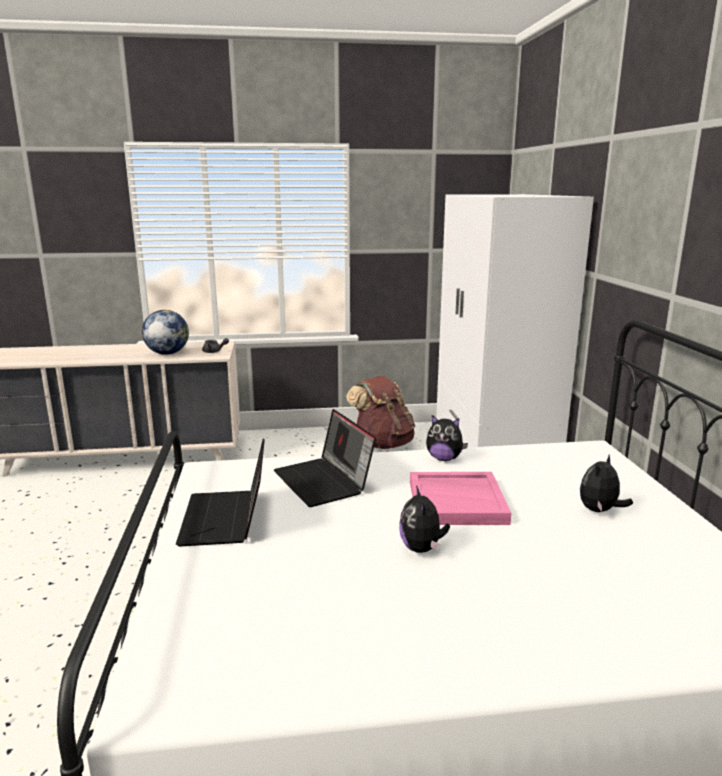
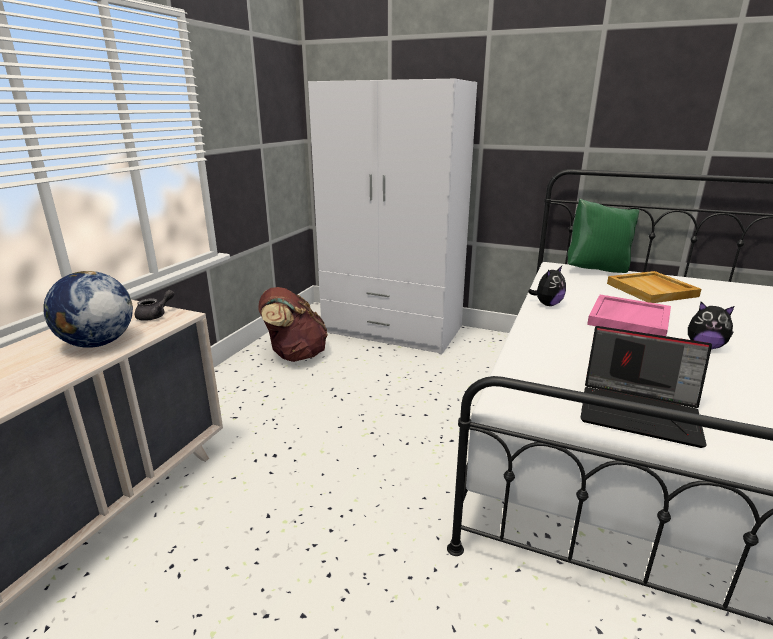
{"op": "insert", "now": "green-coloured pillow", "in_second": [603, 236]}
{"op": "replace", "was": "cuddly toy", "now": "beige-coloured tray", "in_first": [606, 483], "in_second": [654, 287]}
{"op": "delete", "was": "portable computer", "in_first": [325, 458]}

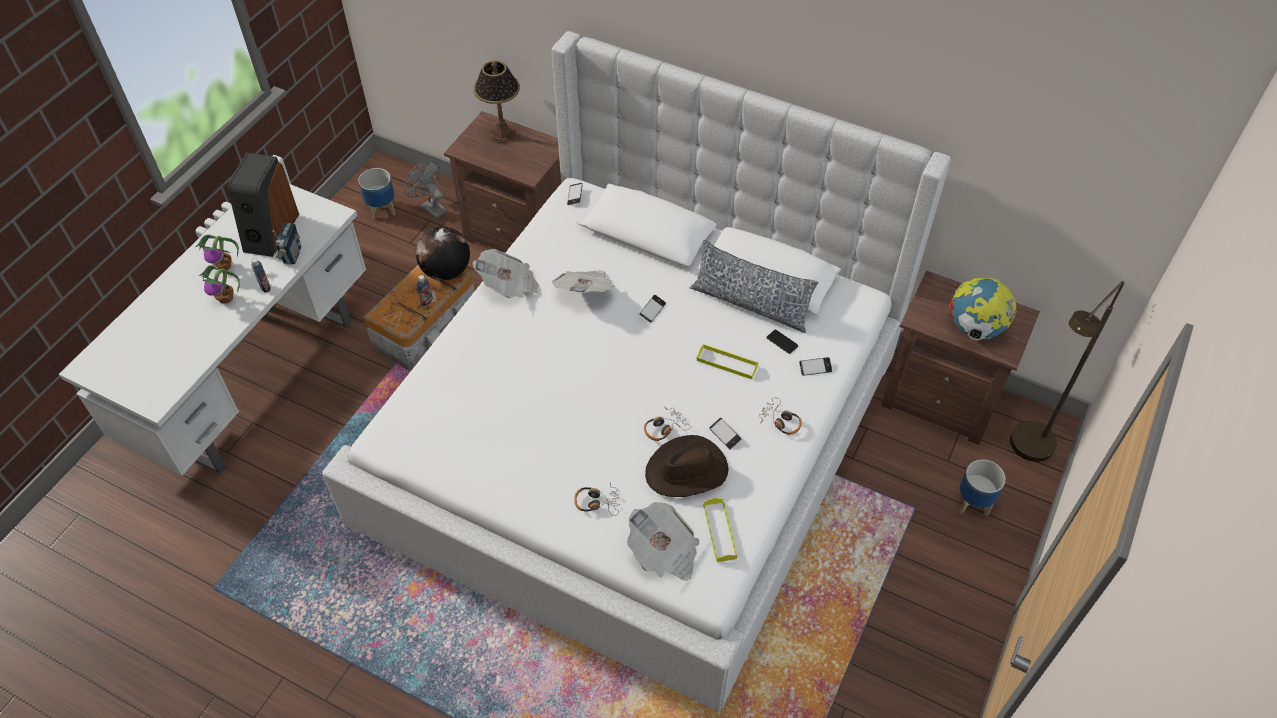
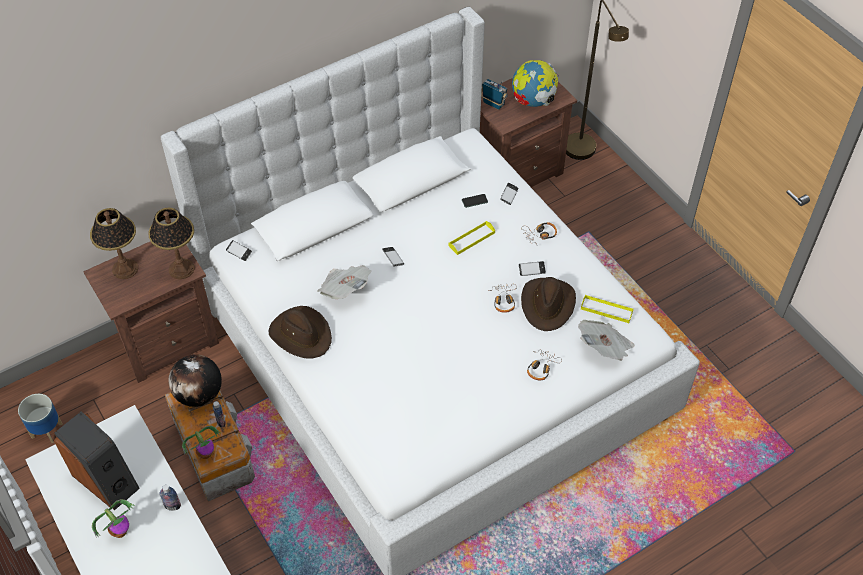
{"op": "insert", "now": "table lamp", "in_second": [171, 243]}
{"op": "move", "was": "houseplant", "in_first": [219, 284], "in_second": [201, 442]}
{"op": "replace", "was": "newspaper", "now": "brown-coloured hat", "in_first": [507, 273], "in_second": [300, 332]}
{"op": "move", "was": "radio receiver", "in_first": [287, 244], "in_second": [494, 94]}
{"op": "delete", "was": "gray fan", "in_first": [426, 190]}
{"op": "delete", "was": "pillow", "in_first": [754, 286]}
{"op": "delete", "was": "flower pot", "in_first": [982, 487]}

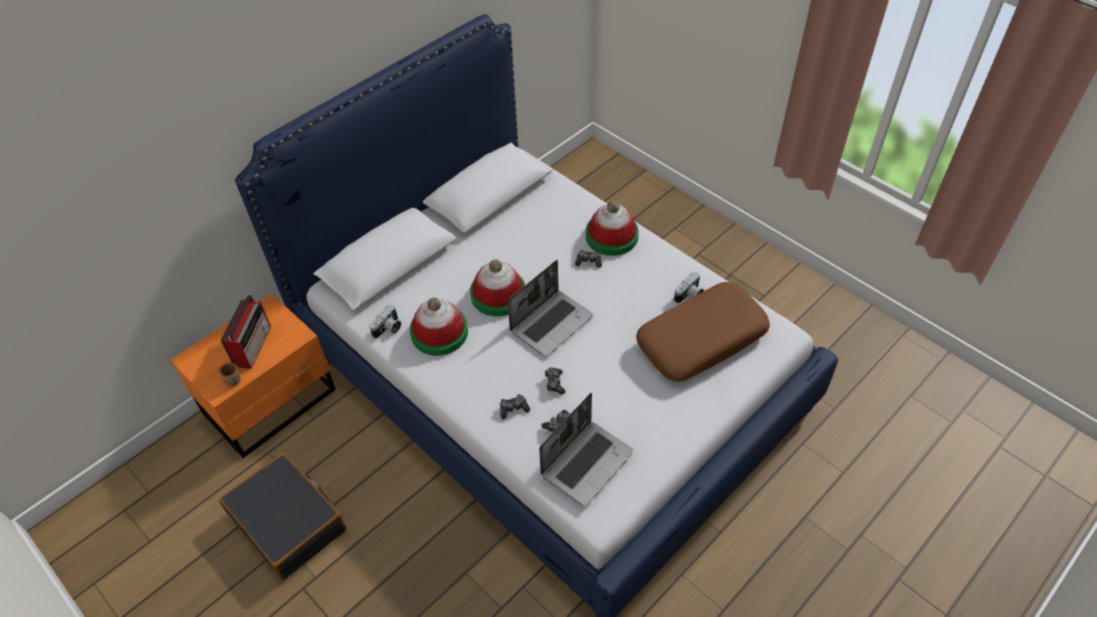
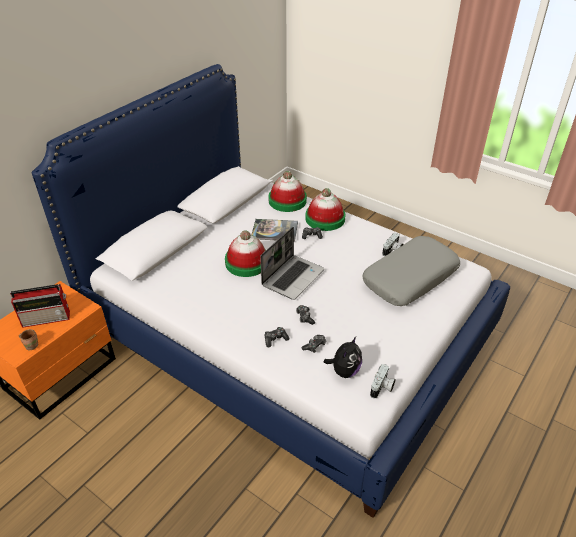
{"op": "rotate", "was": "radio receiver", "in_first": [246, 331], "in_second": [40, 306], "clockwise": 75}
{"op": "insert", "now": "bound book", "in_second": [275, 230]}
{"op": "move", "was": "hat", "in_first": [439, 327], "in_second": [287, 191]}
{"op": "replace", "was": "portable computer", "now": "cuddly toy", "in_first": [586, 449], "in_second": [342, 357]}
{"op": "recolor", "was": "brown-coloured pillow", "now": "gray pillow", "in_first": [703, 332], "in_second": [411, 271]}
{"op": "move", "was": "still camera", "in_first": [385, 321], "in_second": [383, 381]}
{"op": "delete", "was": "black travel case", "in_first": [282, 516]}

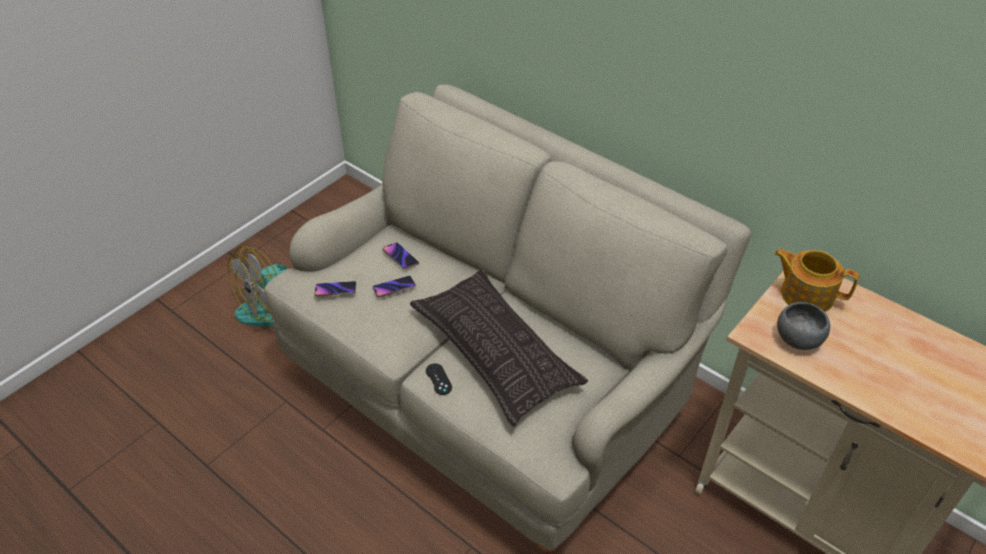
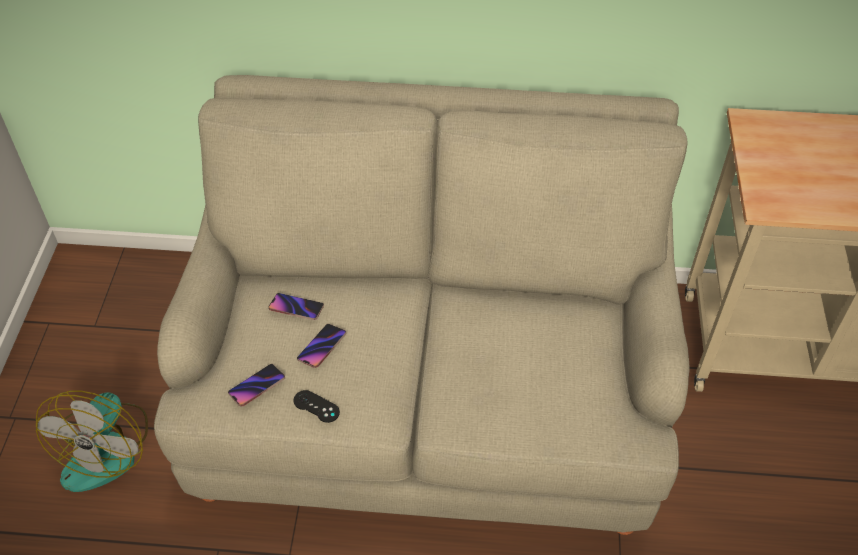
{"op": "move", "was": "black game controller", "in_first": [439, 379], "in_second": [317, 406]}
{"op": "delete", "was": "pillow", "in_first": [499, 348]}
{"op": "delete", "was": "pot for tea", "in_first": [816, 280]}
{"op": "delete", "was": "gray serving bowl", "in_first": [803, 326]}

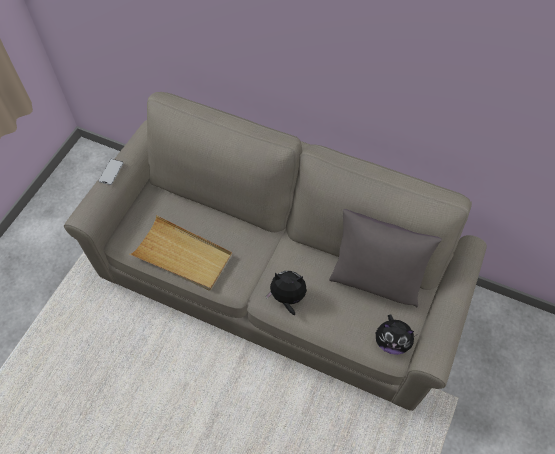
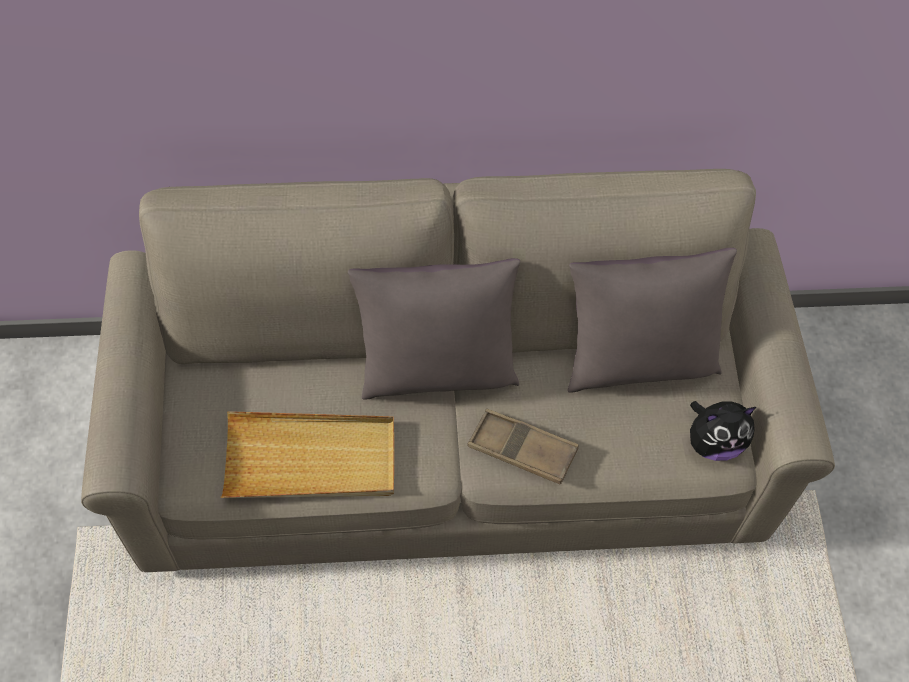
{"op": "insert", "now": "gray pillow", "in_second": [434, 329]}
{"op": "replace", "was": "cuddly toy", "now": "brown-coloured tray", "in_first": [286, 293], "in_second": [523, 447]}
{"op": "delete", "was": "phone", "in_first": [110, 172]}

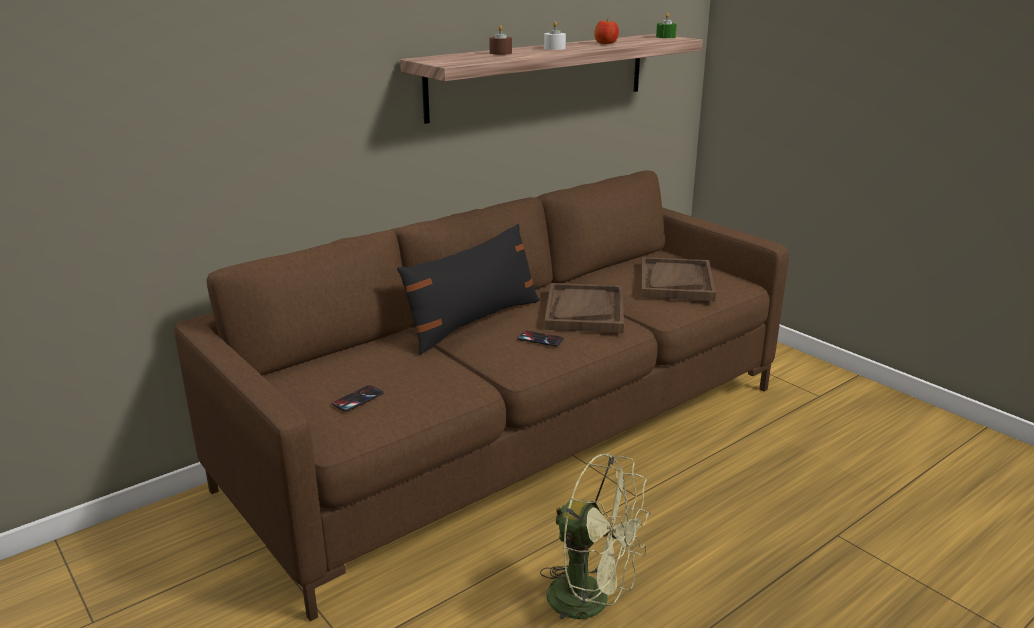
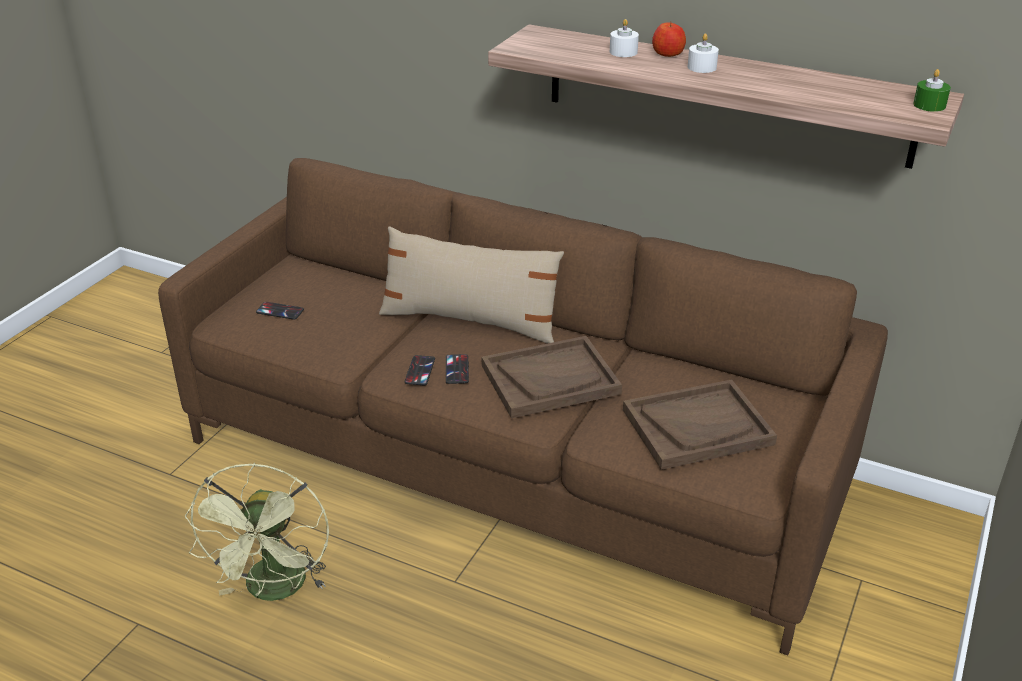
{"op": "recolor", "was": "black pillow", "now": "beige-coloured pillow", "in_first": [468, 289], "in_second": [471, 285]}
{"op": "insert", "now": "phone", "in_second": [420, 370]}
{"op": "recolor", "was": "brown-coloured wax light", "now": "whitish wax light", "in_first": [500, 40], "in_second": [624, 38]}
{"op": "move", "was": "apple fruit", "in_first": [606, 31], "in_second": [669, 39]}

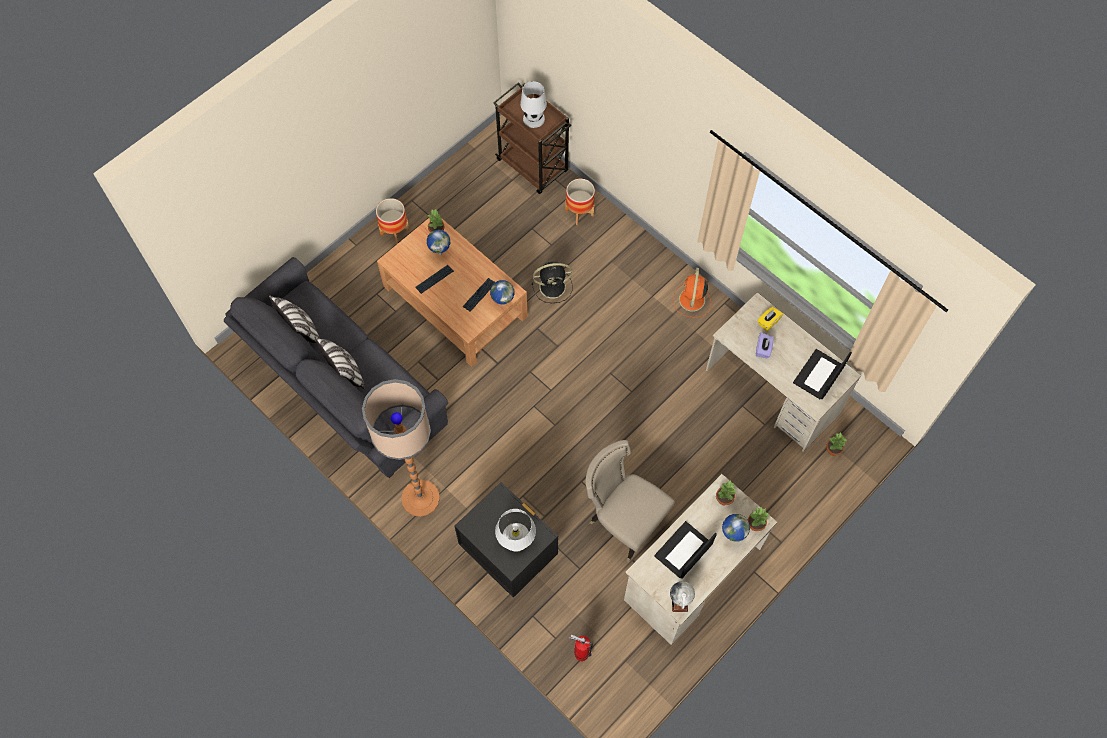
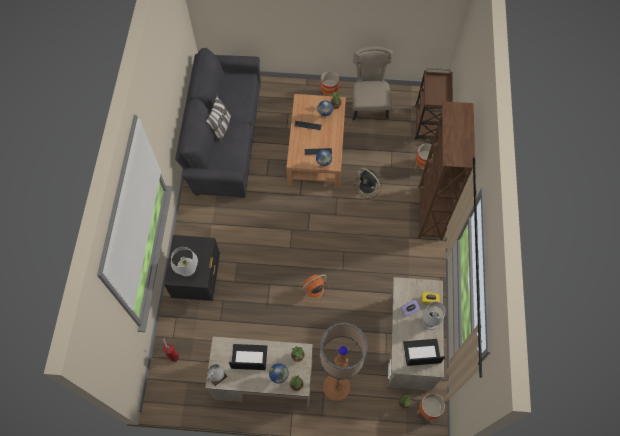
{"op": "move", "was": "orangey fan", "in_first": [692, 293], "in_second": [314, 289]}
{"op": "move", "was": "standing lamp", "in_first": [401, 448], "in_second": [343, 362]}
{"op": "move", "was": "beige-coloured upright chair", "in_first": [630, 501], "in_second": [372, 84]}
{"op": "insert", "now": "flower pot", "in_second": [431, 408]}
{"op": "insert", "now": "brown-coloured bookcase", "in_second": [447, 170]}
{"op": "move", "was": "whitish table lamp", "in_first": [533, 104], "in_second": [433, 315]}
{"op": "delete", "was": "pillow", "in_first": [294, 319]}

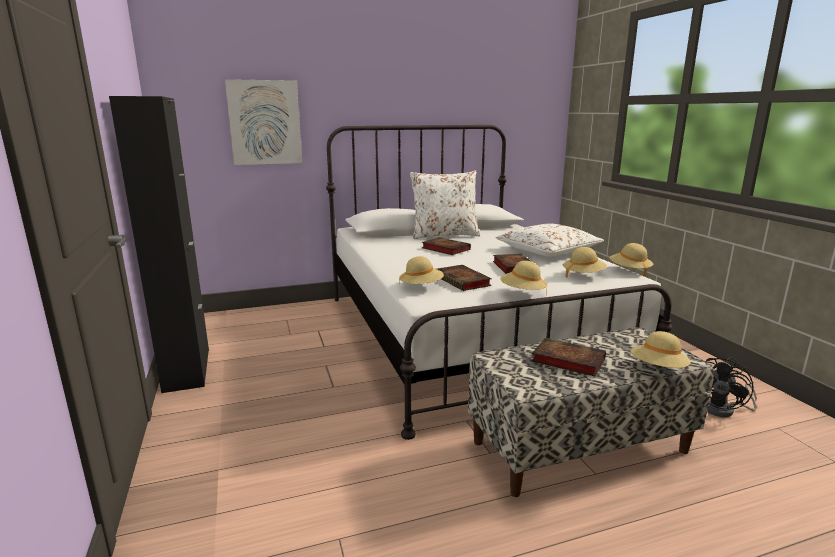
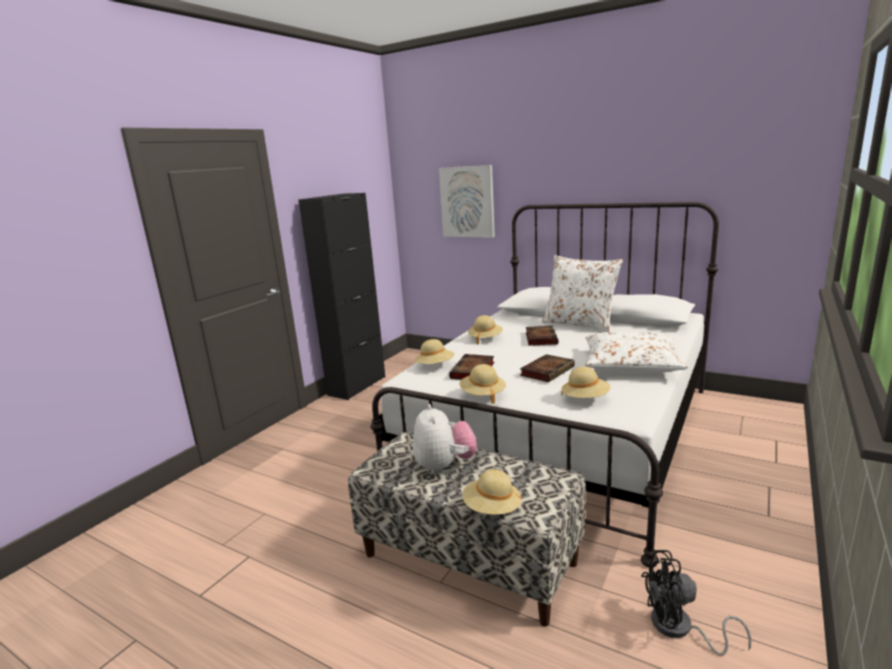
{"op": "replace", "was": "bound book", "now": "cuddly toy", "in_first": [569, 357], "in_second": [445, 439]}
{"op": "move", "was": "beige-coloured hat", "in_first": [631, 260], "in_second": [485, 330]}

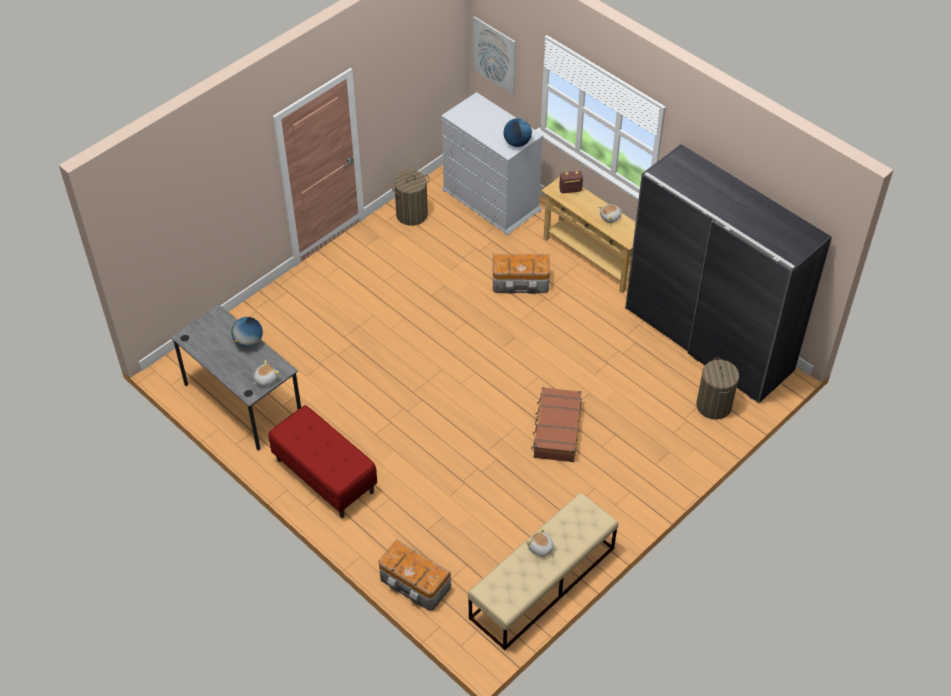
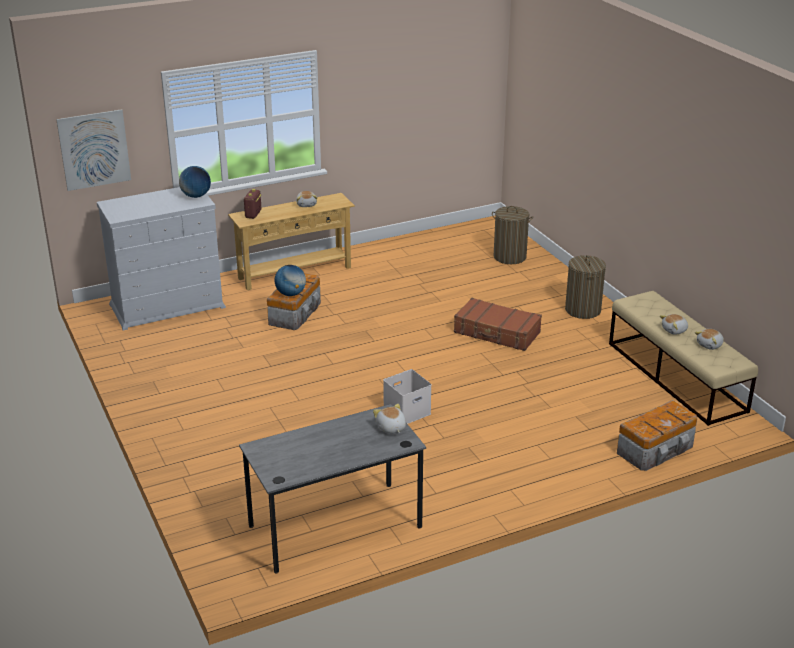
{"op": "move", "was": "world globe", "in_first": [247, 332], "in_second": [290, 280]}
{"op": "insert", "now": "whitish storage box", "in_second": [407, 396]}
{"op": "move", "was": "laundry basket", "in_first": [410, 198], "in_second": [585, 287]}
{"op": "insert", "now": "cuddly toy", "in_second": [709, 339]}
{"op": "delete", "was": "reddish long seat", "in_first": [322, 461]}
{"op": "delete", "was": "gray wardrobe", "in_first": [728, 273]}

